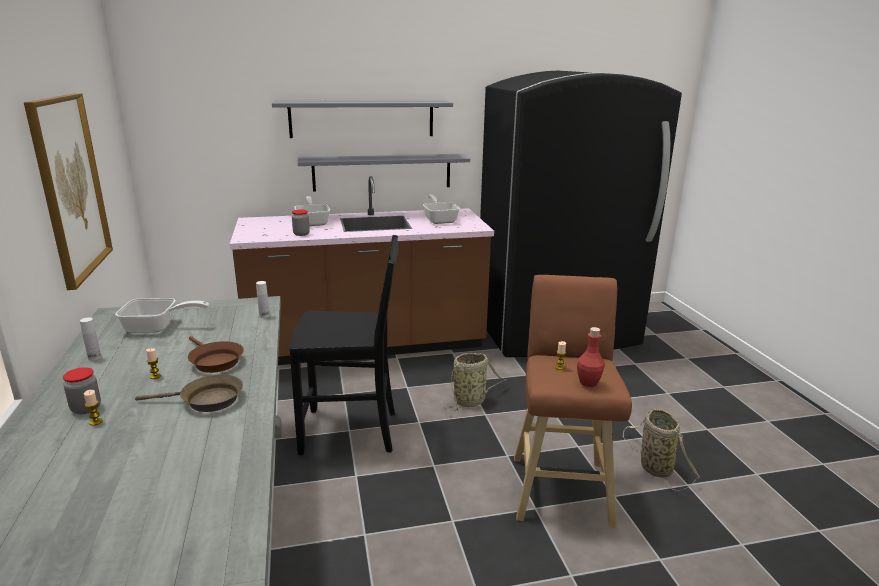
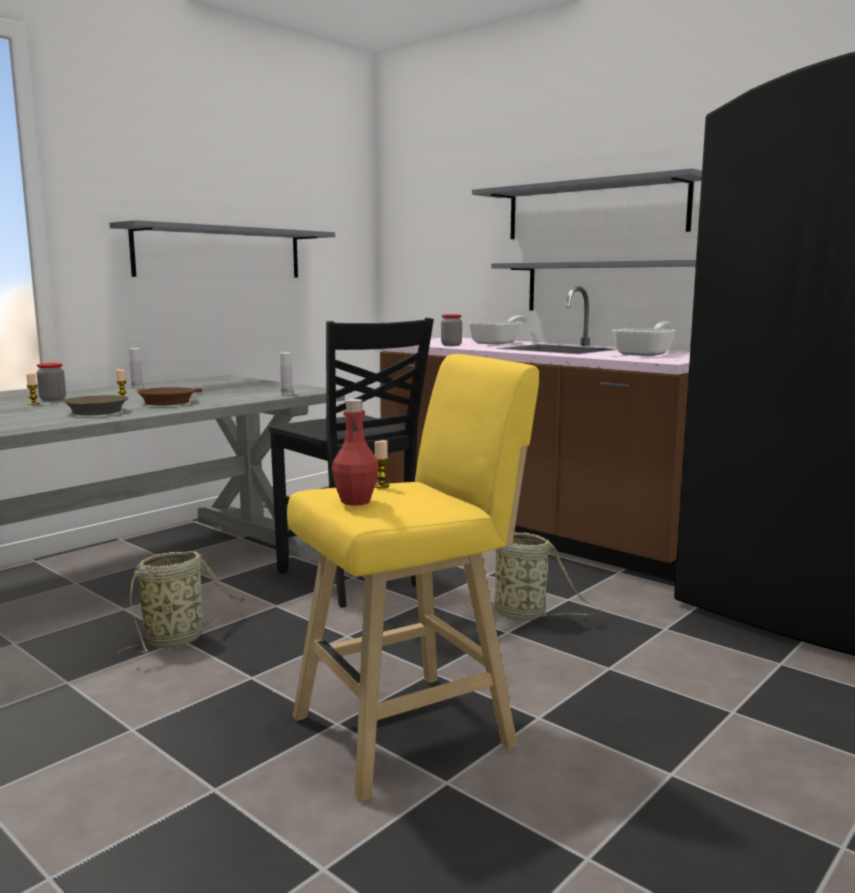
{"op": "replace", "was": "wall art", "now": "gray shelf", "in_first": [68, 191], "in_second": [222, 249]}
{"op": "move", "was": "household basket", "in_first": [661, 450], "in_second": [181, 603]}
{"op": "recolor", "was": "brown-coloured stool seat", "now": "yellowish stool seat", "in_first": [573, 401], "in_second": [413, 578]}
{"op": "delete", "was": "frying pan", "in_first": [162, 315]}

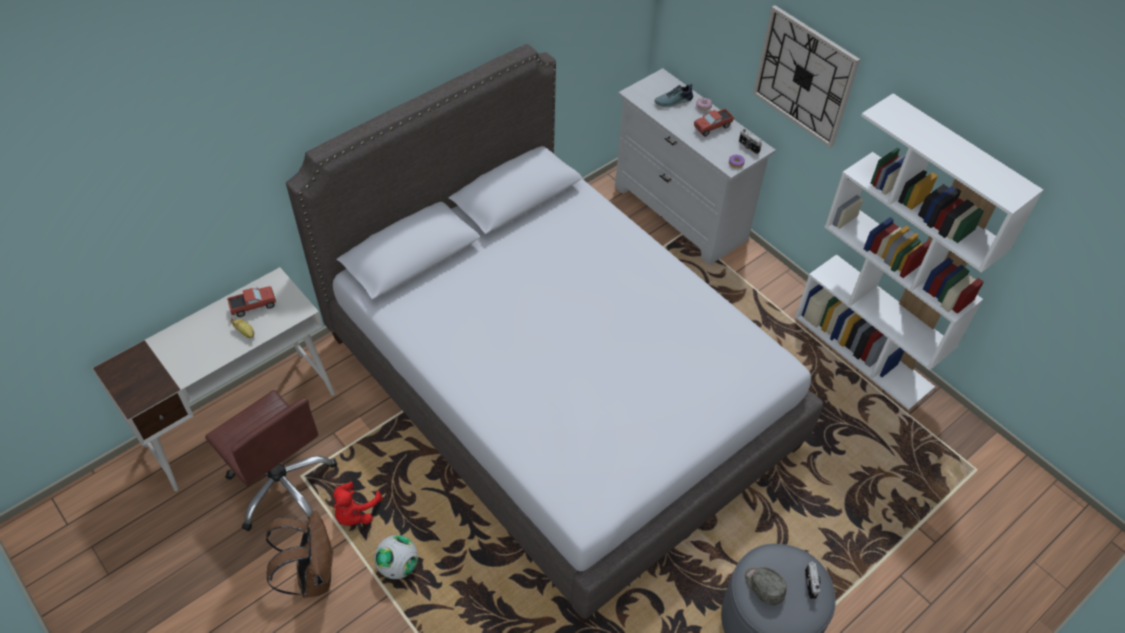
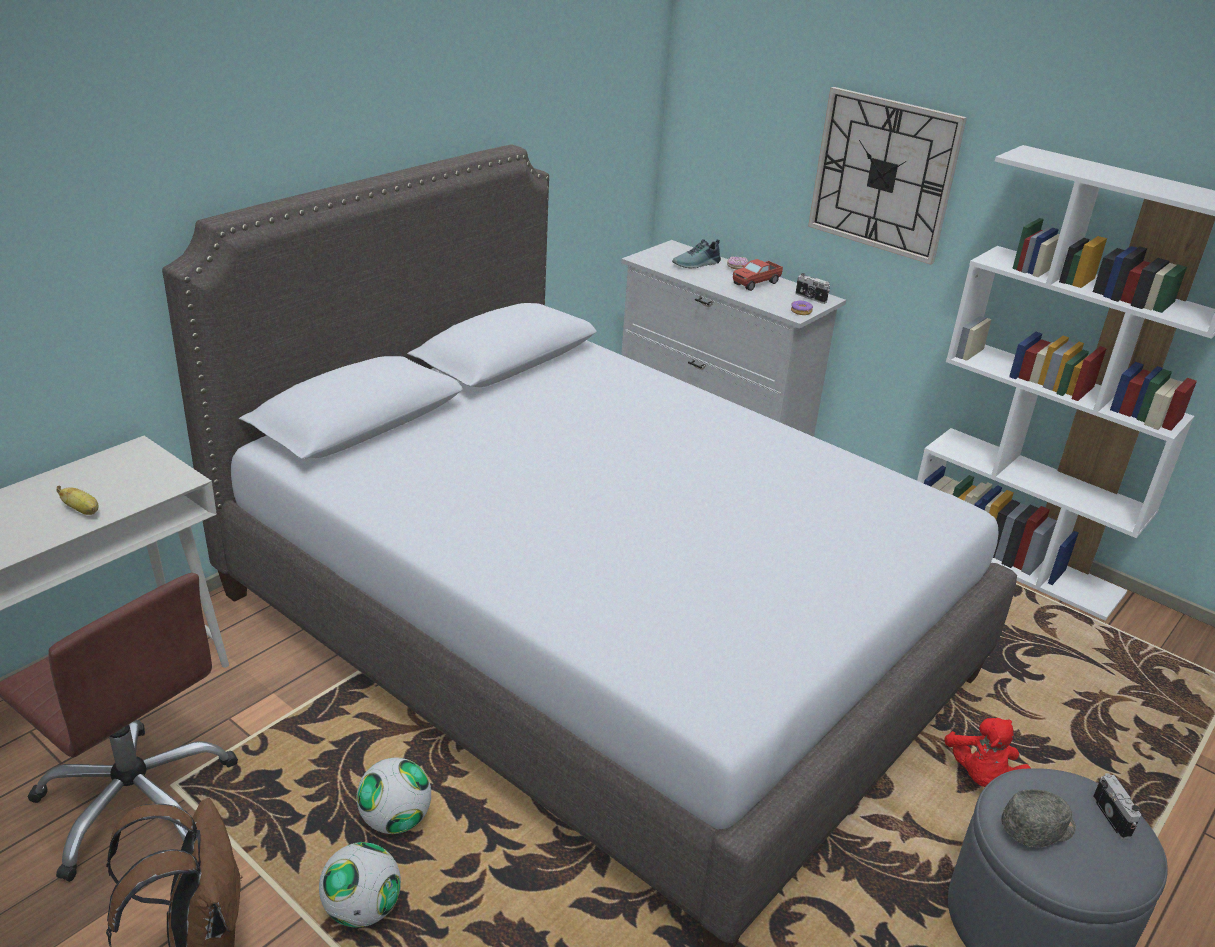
{"op": "insert", "now": "ball for football", "in_second": [394, 796]}
{"op": "move", "was": "reddish cuddly toy", "in_first": [357, 503], "in_second": [988, 752]}
{"op": "rotate", "was": "gray baseball cap", "in_first": [766, 586], "in_second": [1038, 818], "clockwise": 120}
{"op": "delete", "was": "toy truck", "in_first": [251, 301]}

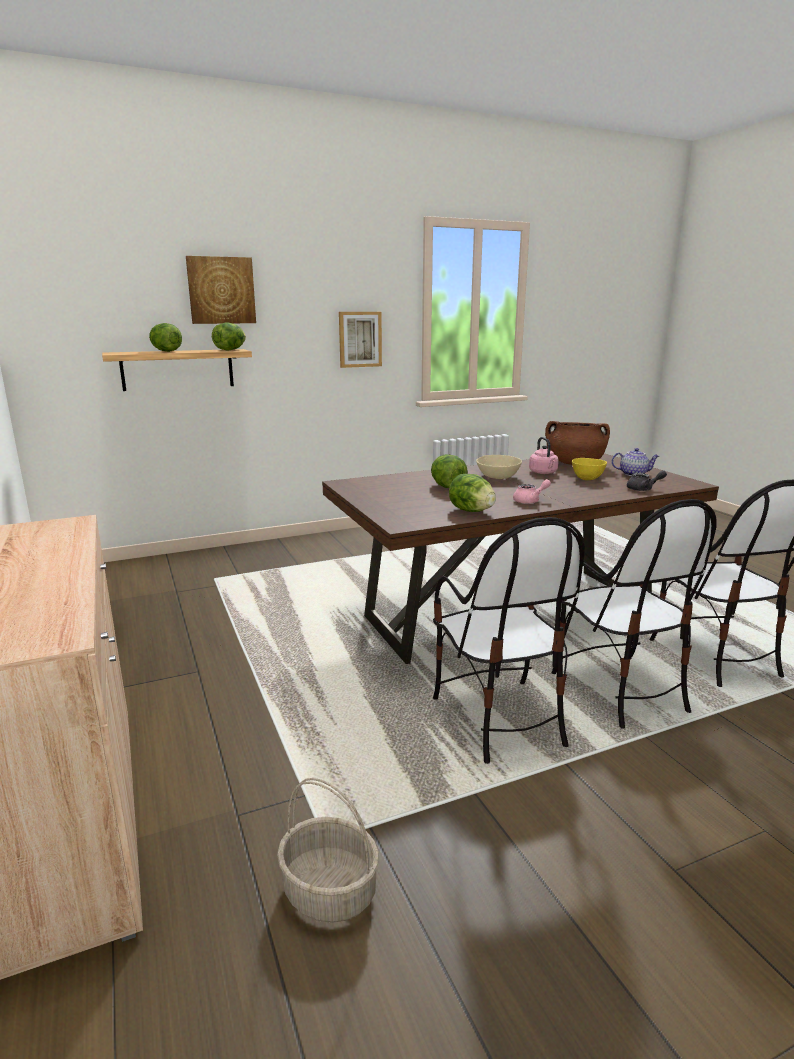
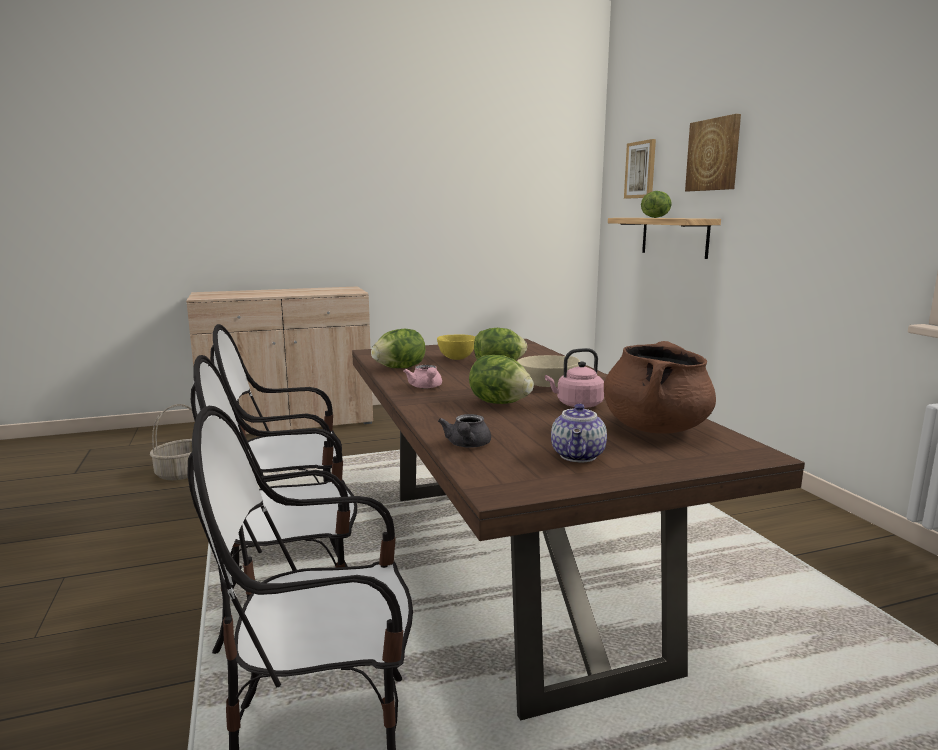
{"op": "move", "was": "yellowish serving bowl", "in_first": [589, 469], "in_second": [456, 347]}
{"op": "move", "was": "head of lettuce", "in_first": [229, 337], "in_second": [501, 379]}
{"op": "move", "was": "wall art", "in_first": [360, 340], "in_second": [640, 169]}

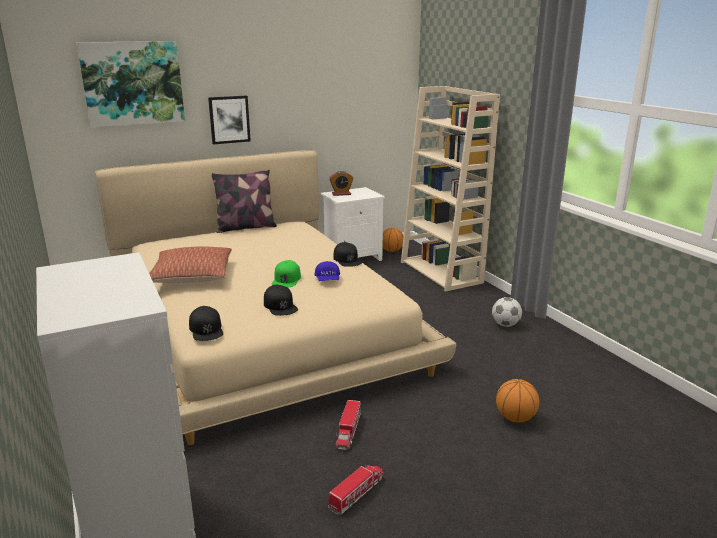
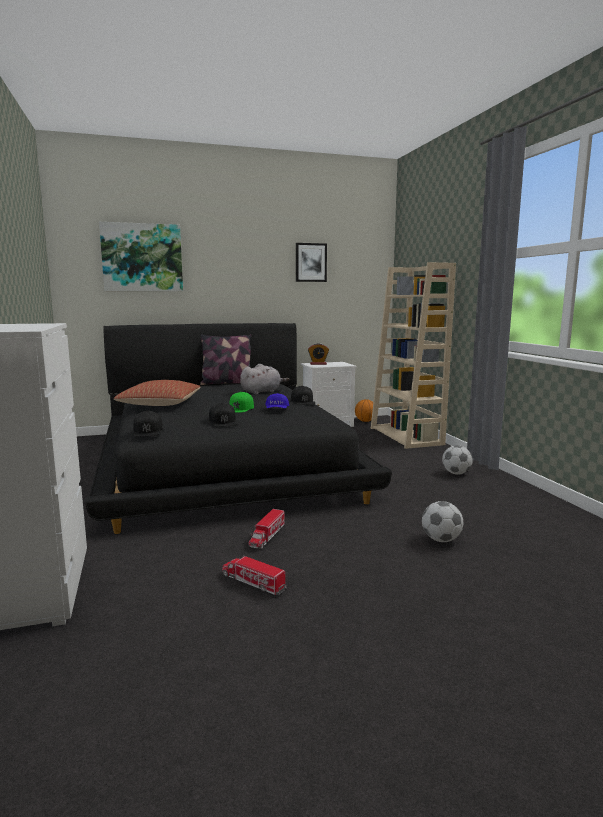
{"op": "recolor", "was": "beige-coloured bedroom bed", "now": "black bedroom bed", "in_first": [275, 297], "in_second": [238, 428]}
{"op": "rotate", "was": "toy truck", "in_first": [355, 490], "in_second": [254, 575], "clockwise": -105}
{"op": "insert", "now": "gray cuddly toy", "in_second": [264, 379]}
{"op": "move", "was": "wall art", "in_first": [229, 120], "in_second": [311, 262]}
{"op": "replace", "was": "ball for basketball", "now": "ball for football", "in_first": [517, 401], "in_second": [442, 521]}

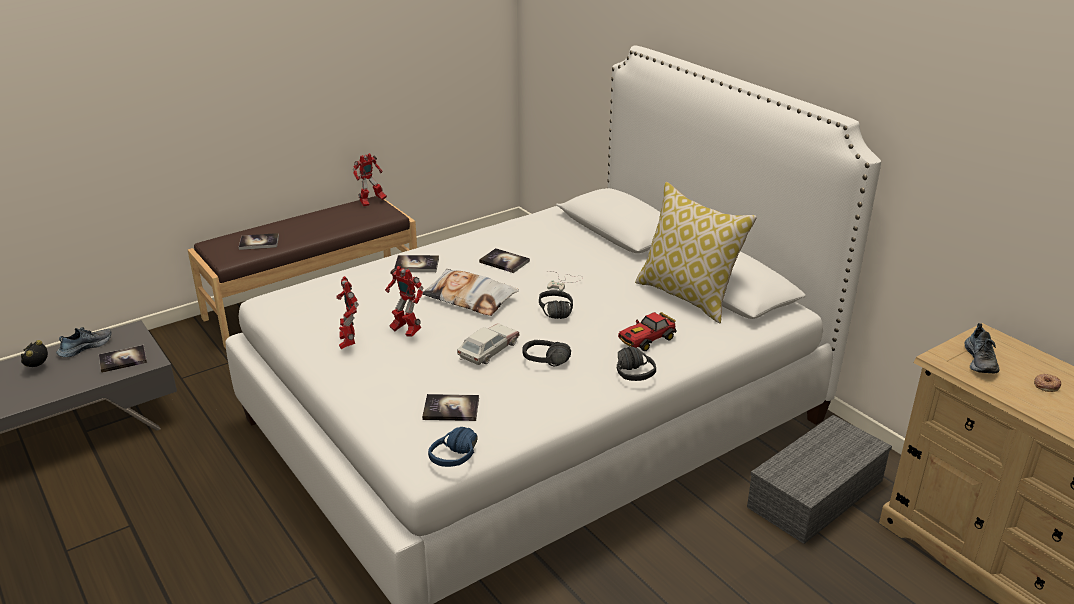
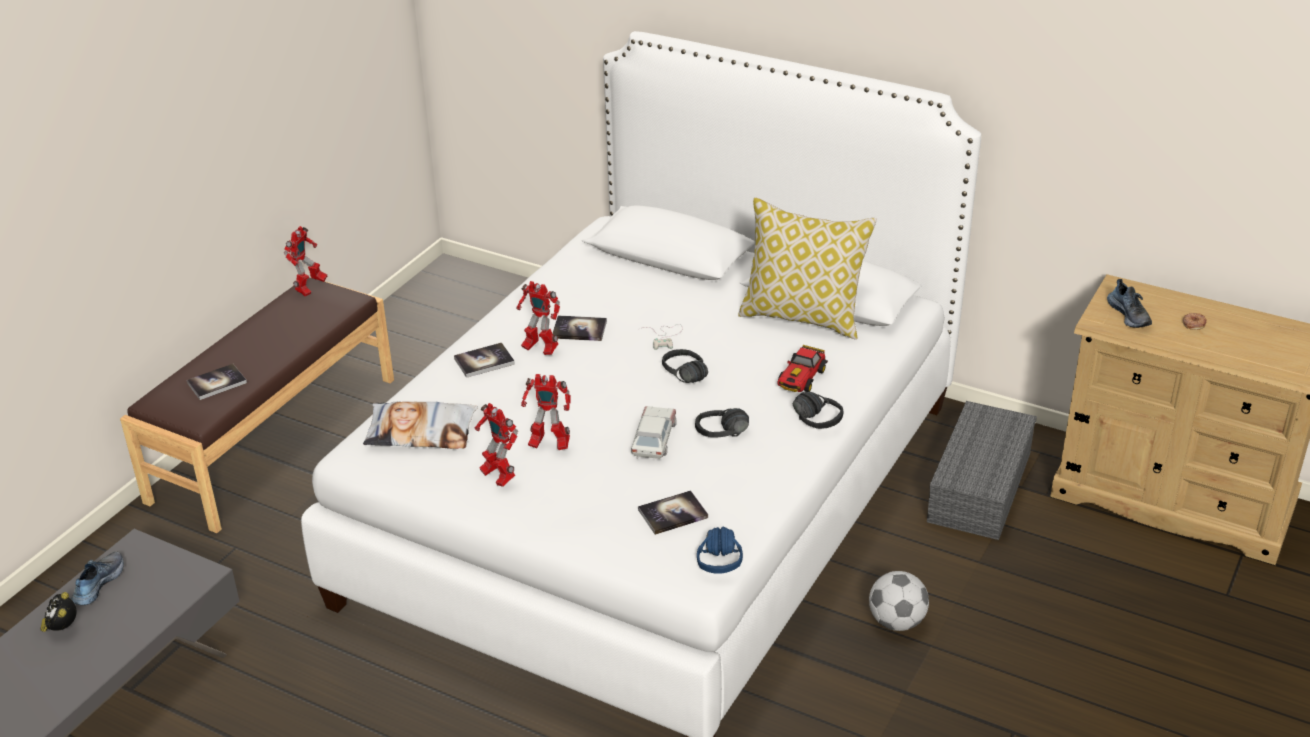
{"op": "move", "was": "pillow", "in_first": [470, 292], "in_second": [420, 425]}
{"op": "insert", "now": "robot figure", "in_second": [538, 318]}
{"op": "insert", "now": "ball for football", "in_second": [899, 601]}
{"op": "delete", "was": "bound book", "in_first": [123, 359]}

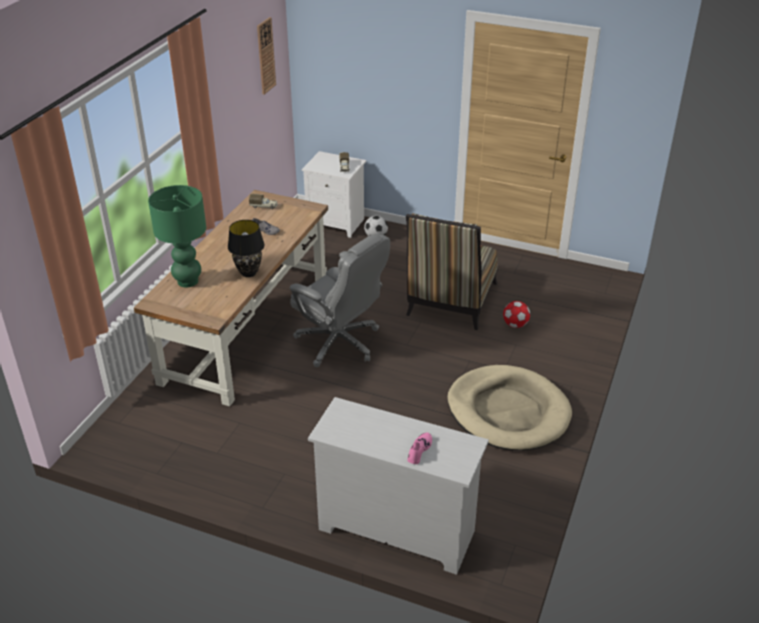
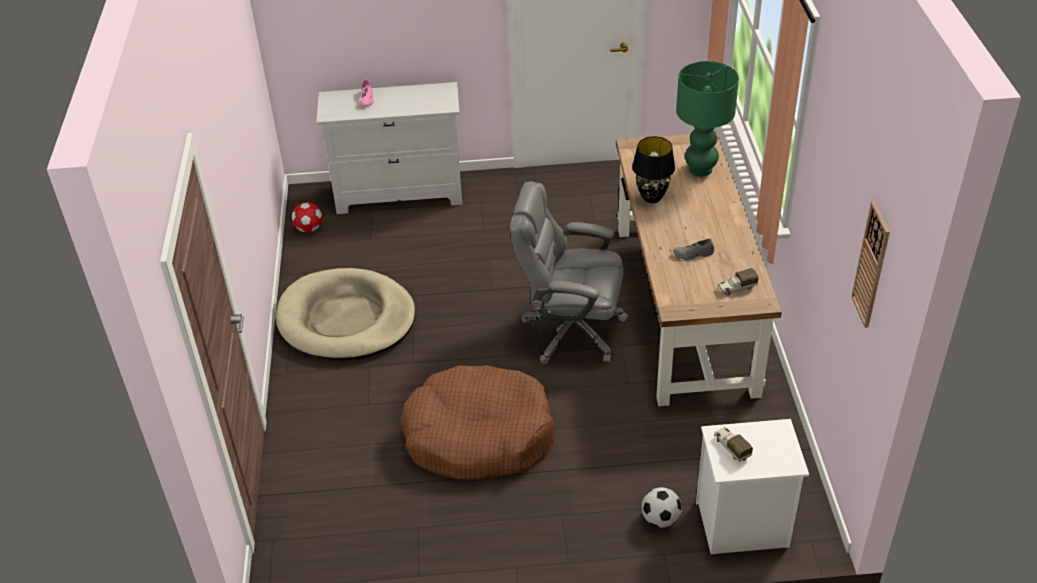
{"op": "move", "was": "ball for football", "in_first": [516, 314], "in_second": [307, 217]}
{"op": "replace", "was": "upright chair", "now": "brown-coloured pet bed", "in_first": [452, 271], "in_second": [477, 422]}

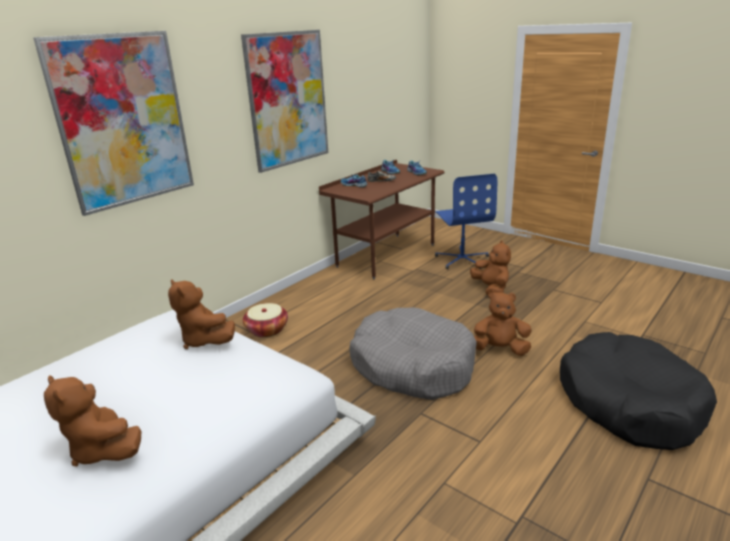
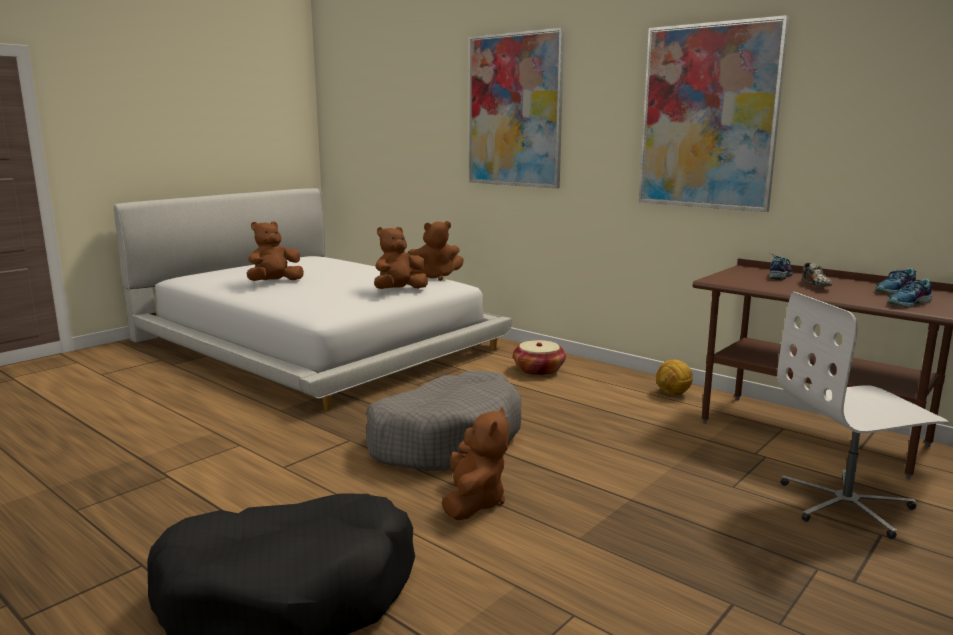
{"op": "move", "was": "brown-coloured cuddly toy", "in_first": [490, 267], "in_second": [435, 251]}
{"op": "insert", "now": "ball for football", "in_second": [674, 377]}
{"op": "recolor", "was": "blue-coloured computer chair", "now": "whitish computer chair", "in_first": [466, 221], "in_second": [863, 415]}

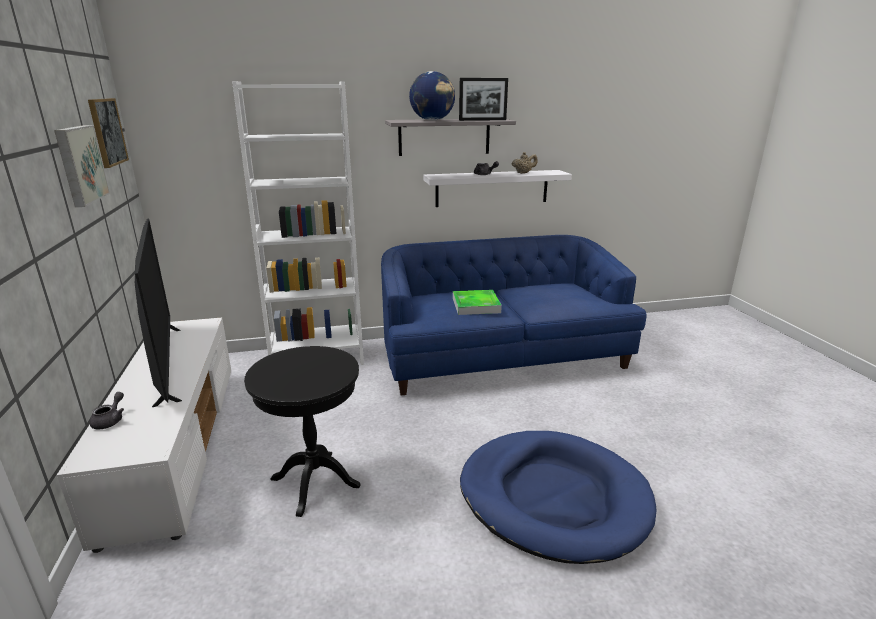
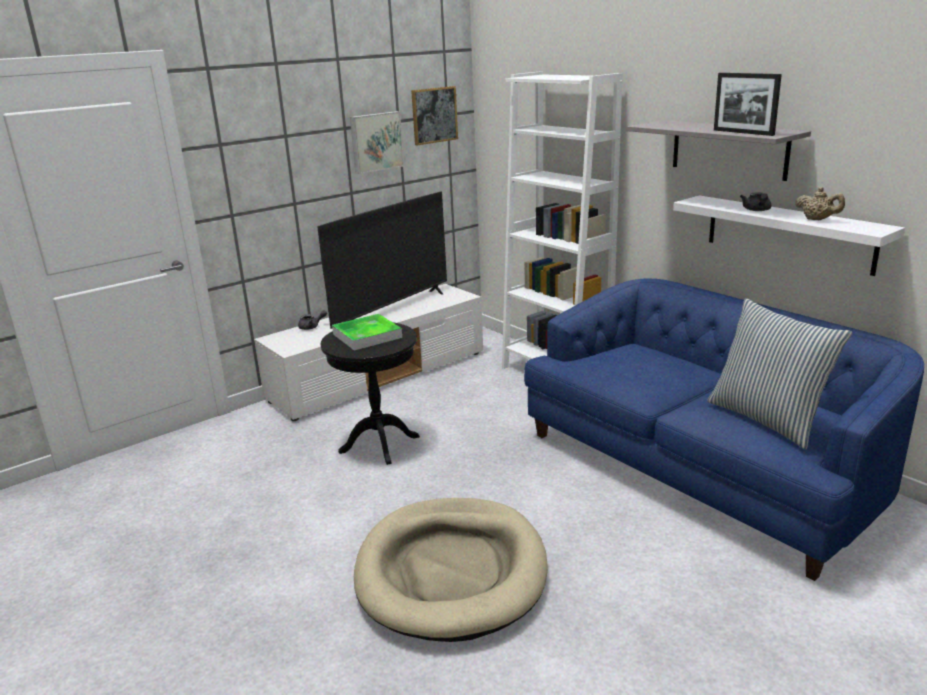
{"op": "move", "was": "tray", "in_first": [477, 302], "in_second": [367, 332]}
{"op": "recolor", "was": "blue-coloured pet bed", "now": "beige-coloured pet bed", "in_first": [558, 497], "in_second": [451, 570]}
{"op": "insert", "now": "pillow", "in_second": [779, 373]}
{"op": "delete", "was": "world globe", "in_first": [432, 96]}

